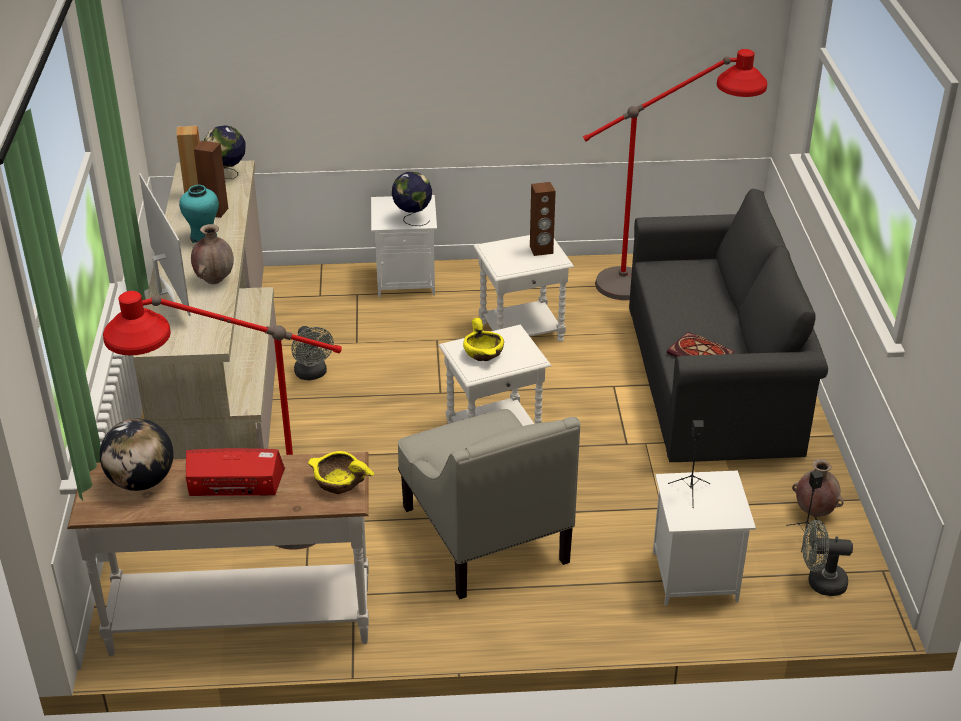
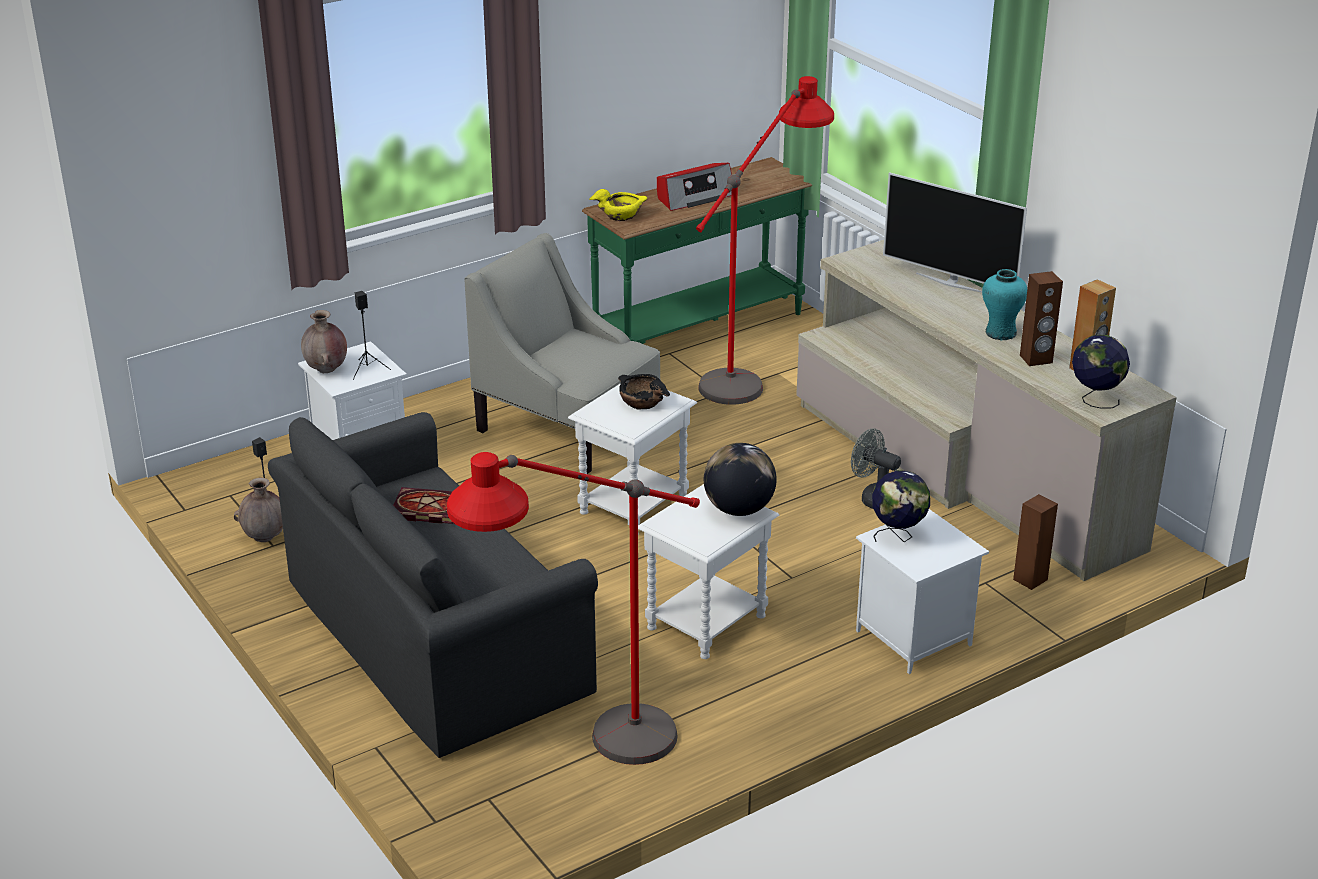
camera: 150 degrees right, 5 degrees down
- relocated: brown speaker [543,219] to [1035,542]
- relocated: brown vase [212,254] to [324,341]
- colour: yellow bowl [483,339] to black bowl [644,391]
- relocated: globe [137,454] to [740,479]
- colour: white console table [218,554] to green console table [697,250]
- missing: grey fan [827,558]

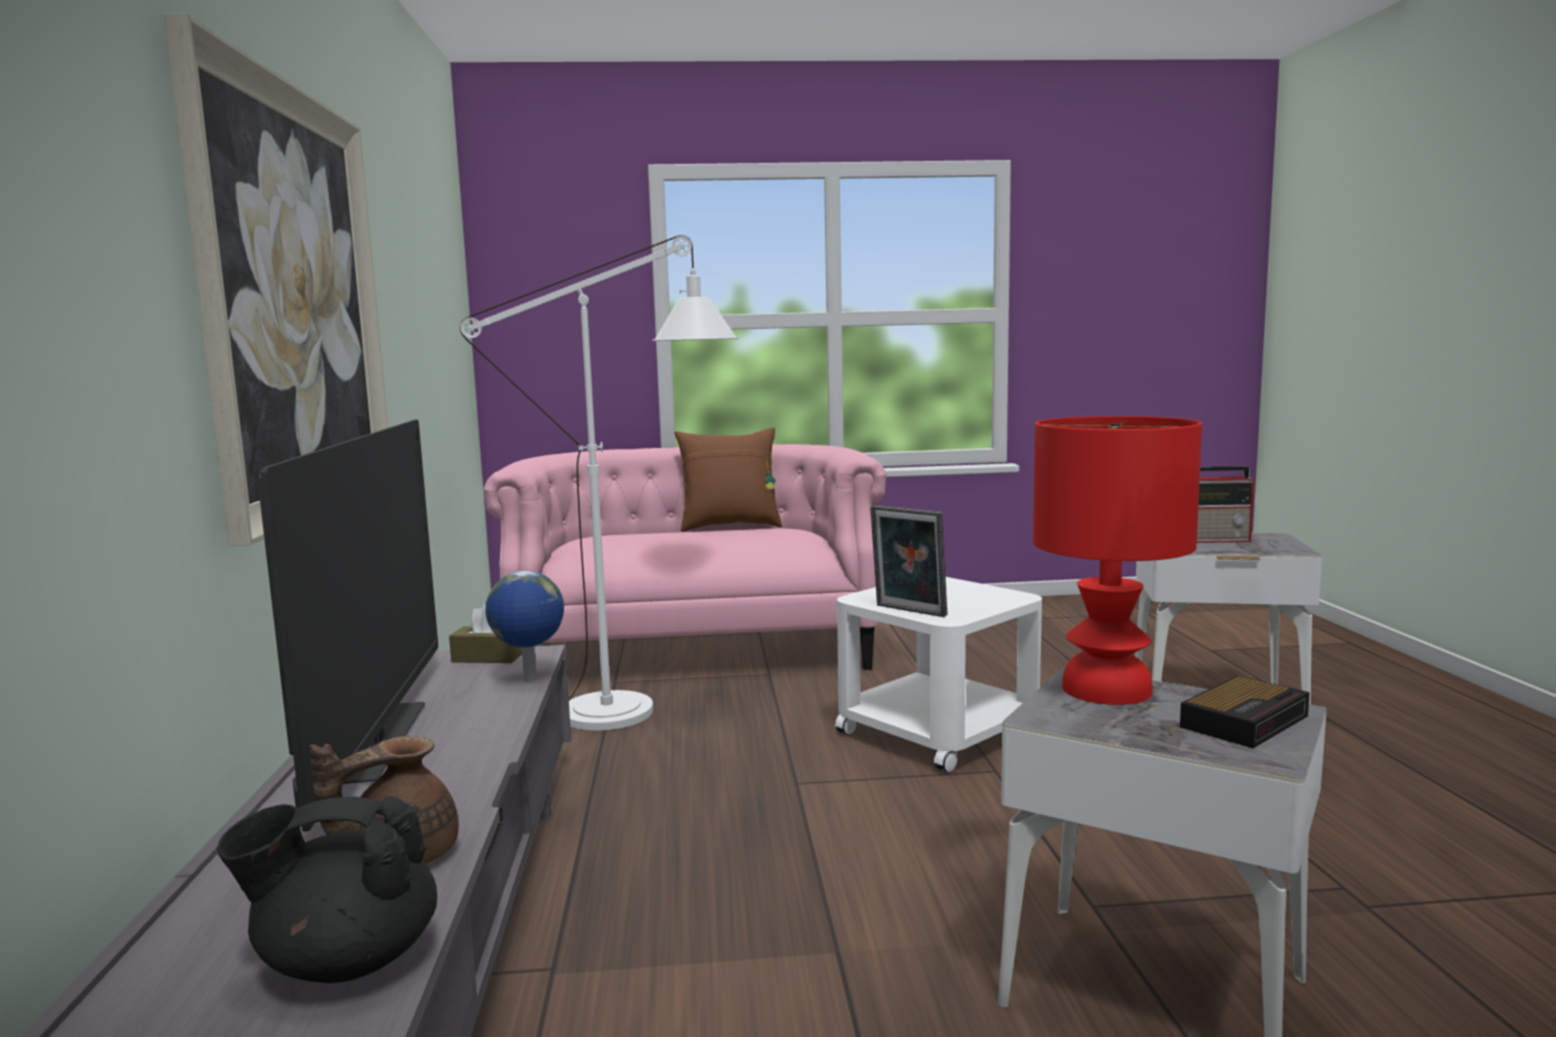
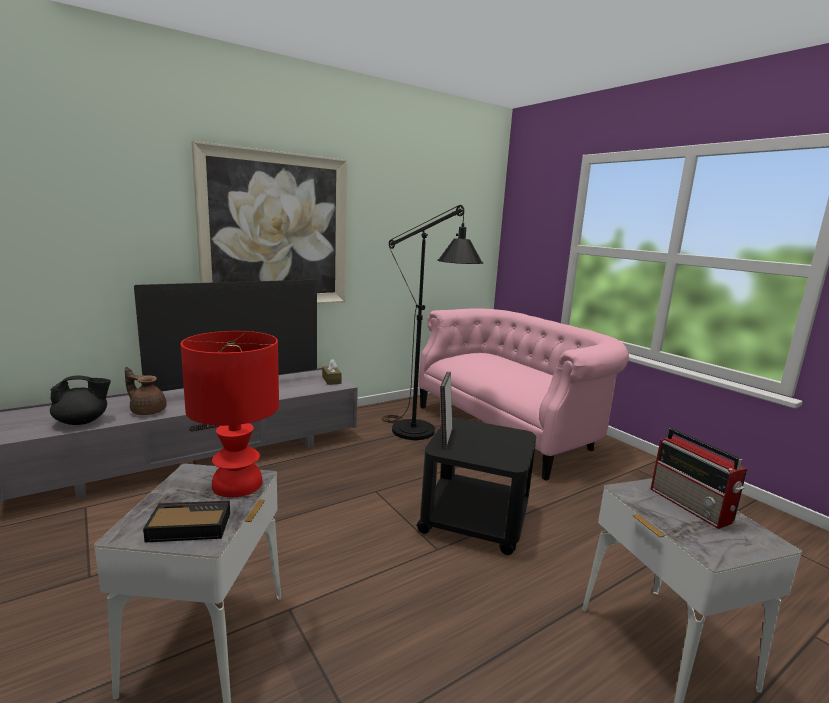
camera: 60 degrees right, 5 degrees up
- colour: white floor lamp [599,483] to black floor lamp [432,322]
- missing: brown pillow [728,479]
- missing: globe [524,626]
- colour: white side table [938,675] to black side table [476,486]
- spun: alarm clock [1245,711] = [186,521] 150 degrees clockwise
- spun: black teapot [327,889] = [80,400] 105 degrees clockwise

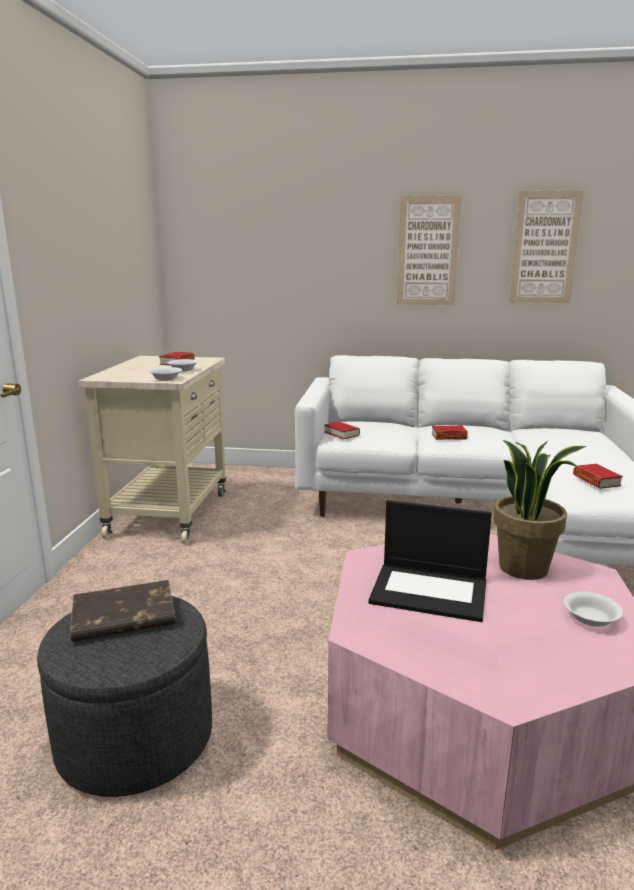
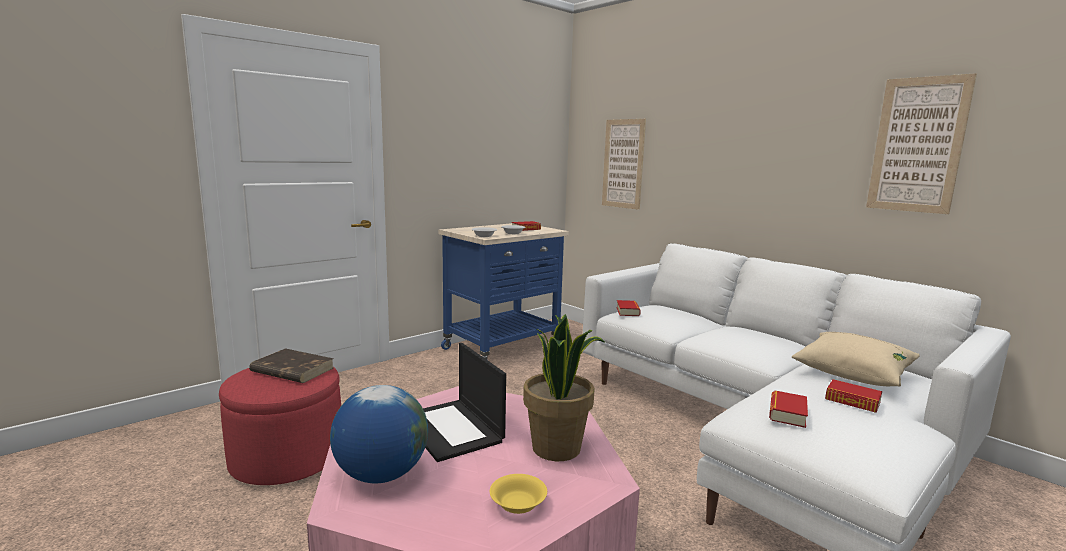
camera: 40 degrees right, 5 degrees down
- relocated: picture [429,250] to [624,164]
- colour: beige cart [152,450] to blue cart [503,291]
- relocated: book [450,433] to [853,396]
- colour: white bowl [593,609] to yellow bowl [518,494]
- colour: grey ottoman [124,696] to red ottoman [280,426]
- appeared: beige pillow [856,359]
- appeared: globe [379,434]

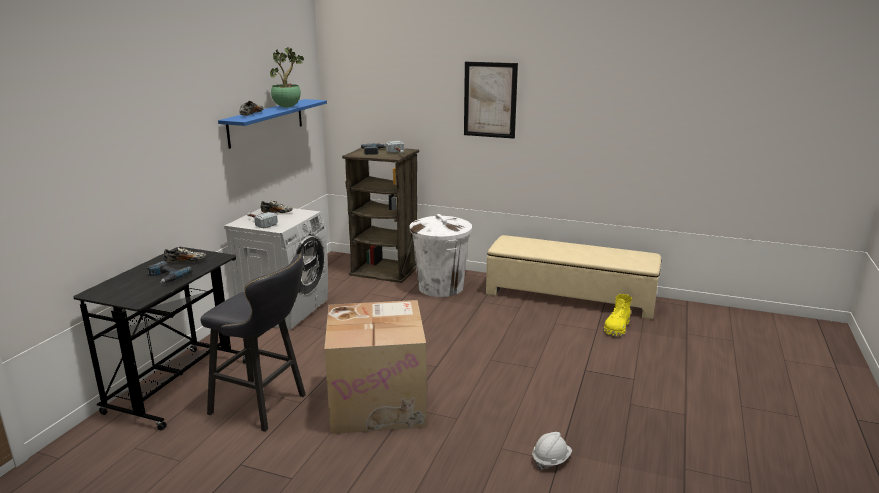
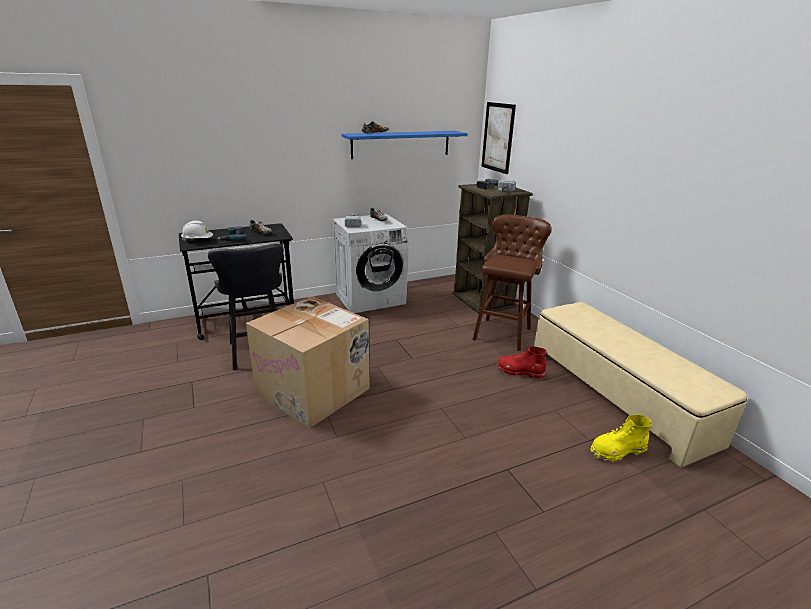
camera: 45 degrees right, 5 degrees up
- missing: potted plant [287,77]
- relocated: picture [491,100] to [498,138]
- exchanged: white trash can [441,255] to brown stool [512,282]
- relocated: white hard hat [552,451] to [197,231]
- appeared: red boot [522,362]

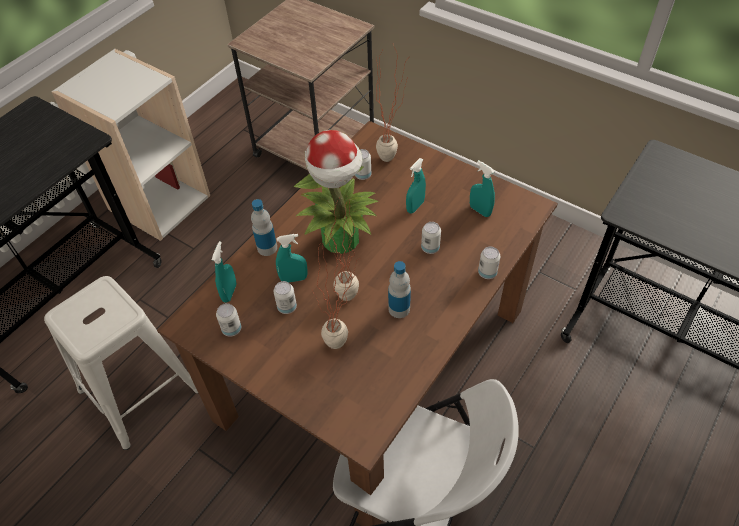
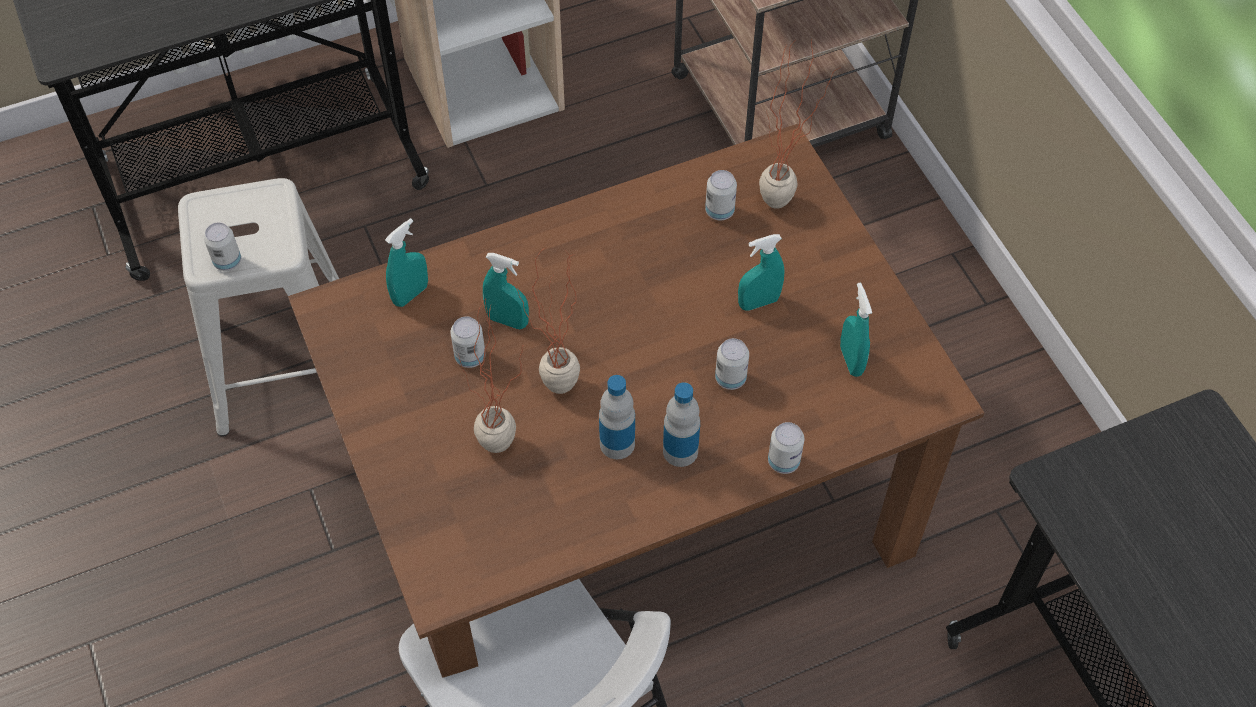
camera: 30 degrees right, 5 degrees up
- missing: potted plant [335,192]
- relocated: bottle [264,227] to [681,424]
- relocated: can [228,320] to [222,247]

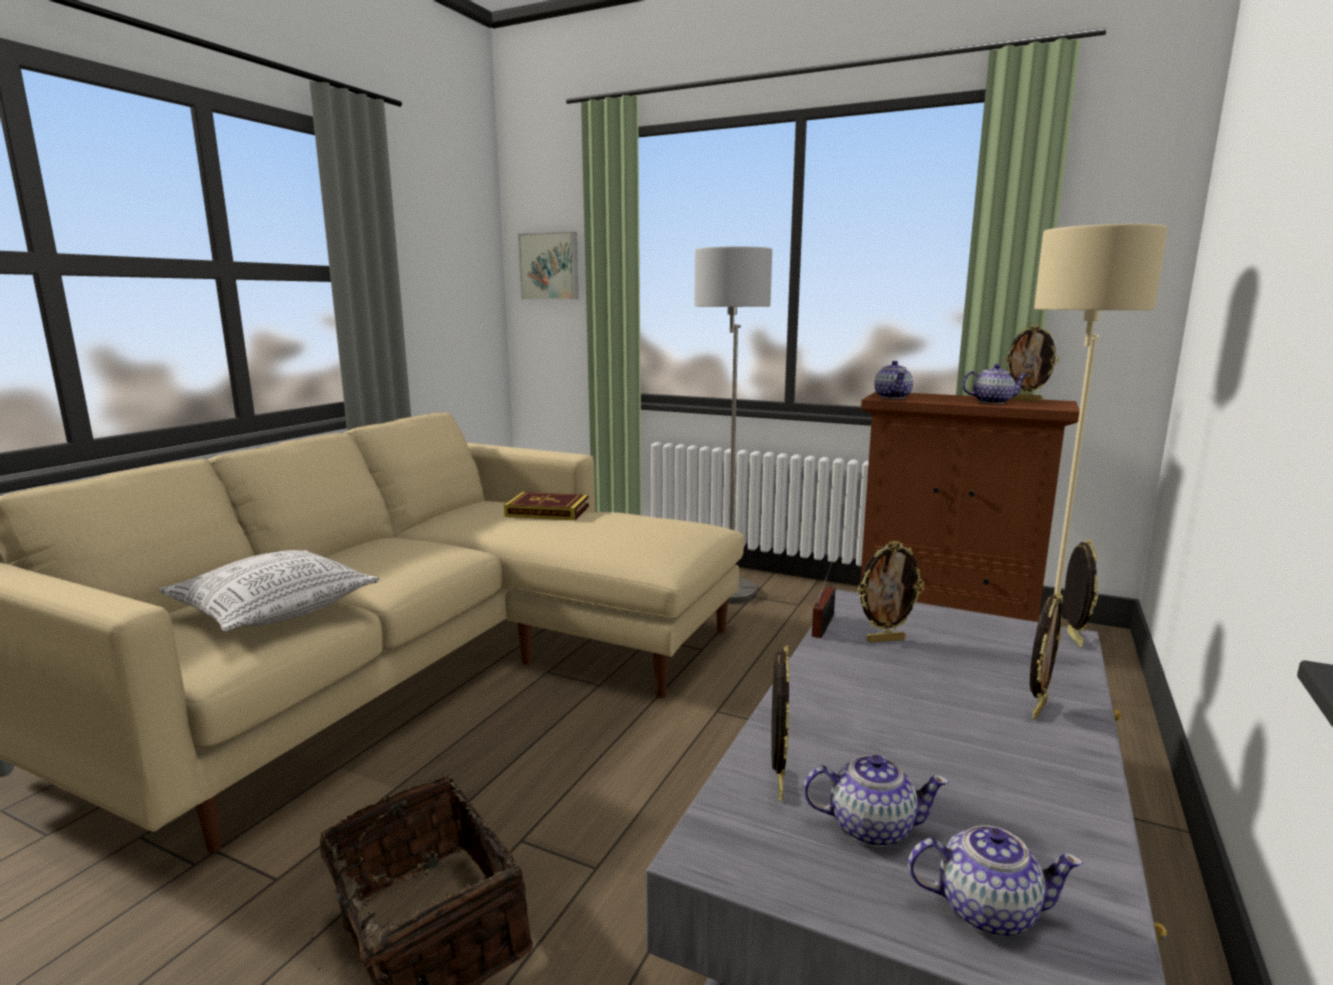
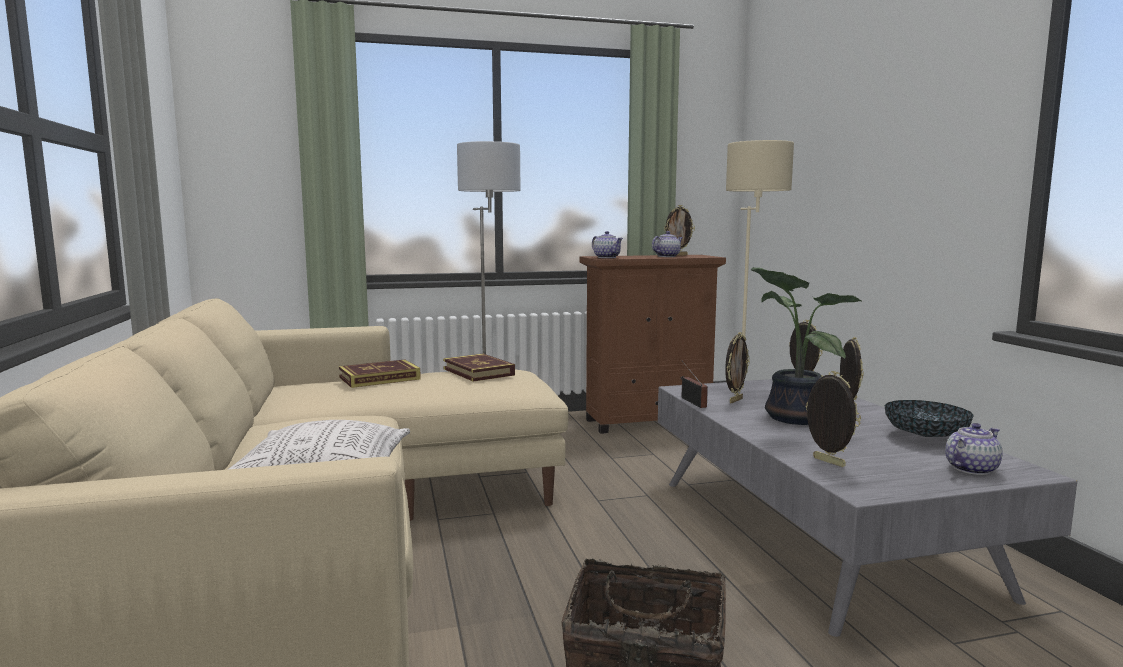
camera: 40 degrees left, 5 degrees down
- missing: picture [548,265]
- missing: teapot [876,801]
- appeared: potted plant [806,346]
- appeared: book [479,368]
- appeared: bowl [929,418]

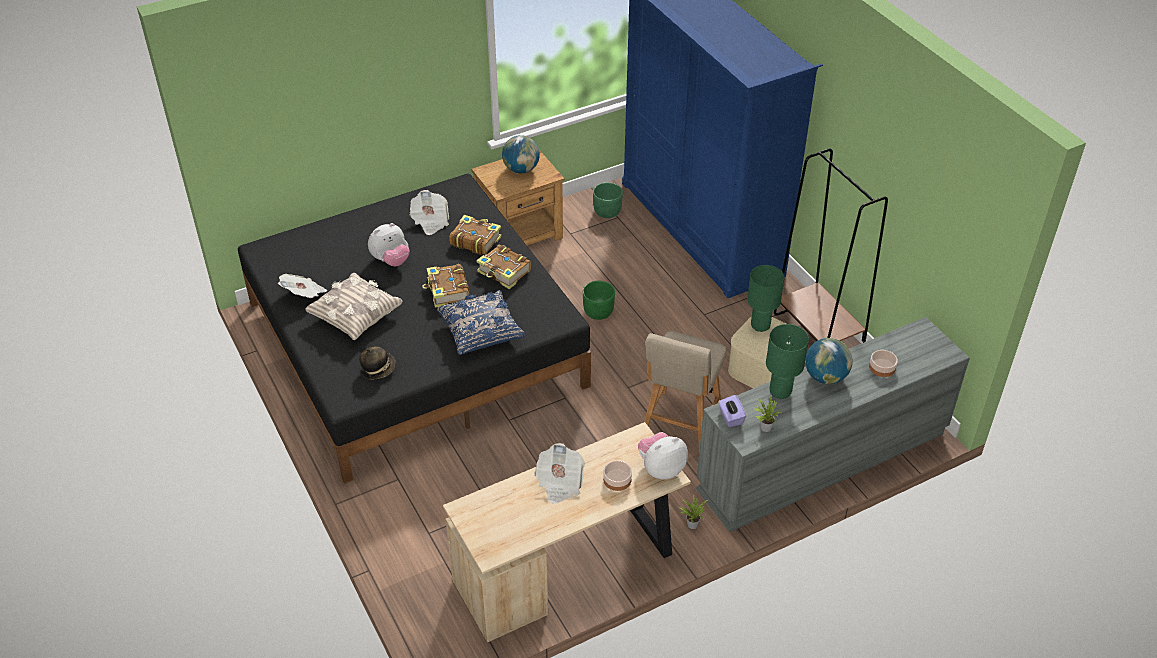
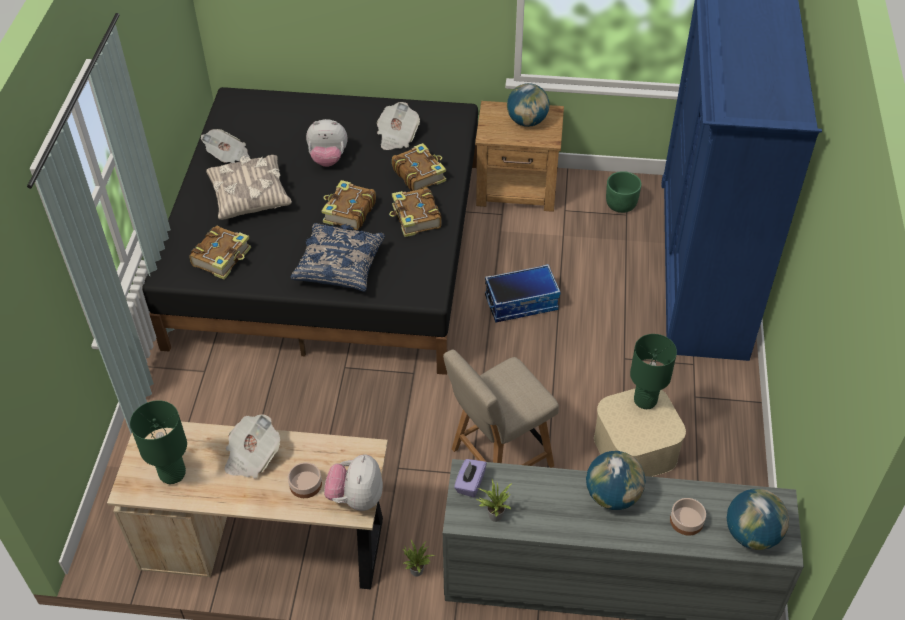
camera: 35 degrees right, 5 degrees up
- missing: clothes rack [831,245]
- exchanged: green planter [599,300] to storage box [523,293]
- relocated: green table lamp [787,361] to [158,442]
- exchanged: hat [377,363] to book [220,253]
- spun: plush toy [663,455] = [353,482] 90 degrees counterclockwise
- appeared: globe [758,519]

